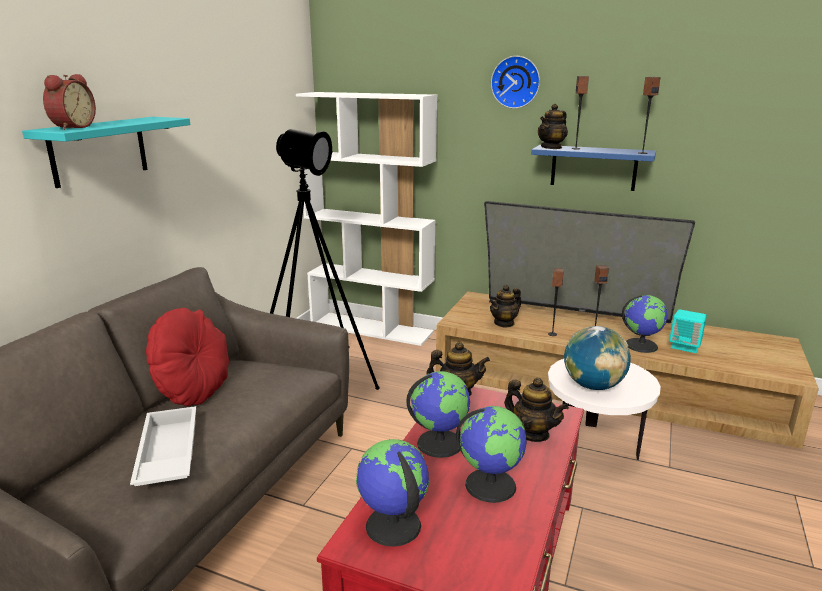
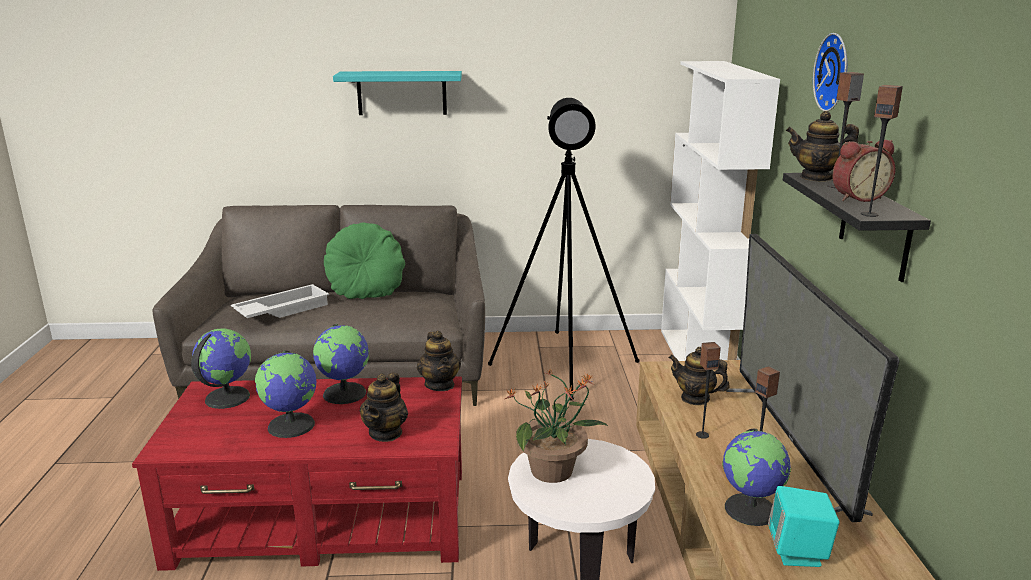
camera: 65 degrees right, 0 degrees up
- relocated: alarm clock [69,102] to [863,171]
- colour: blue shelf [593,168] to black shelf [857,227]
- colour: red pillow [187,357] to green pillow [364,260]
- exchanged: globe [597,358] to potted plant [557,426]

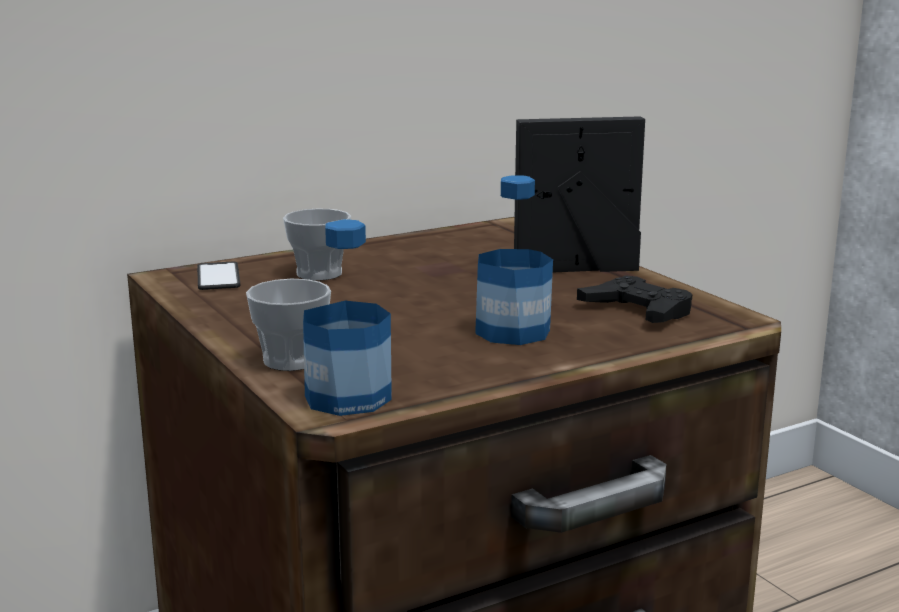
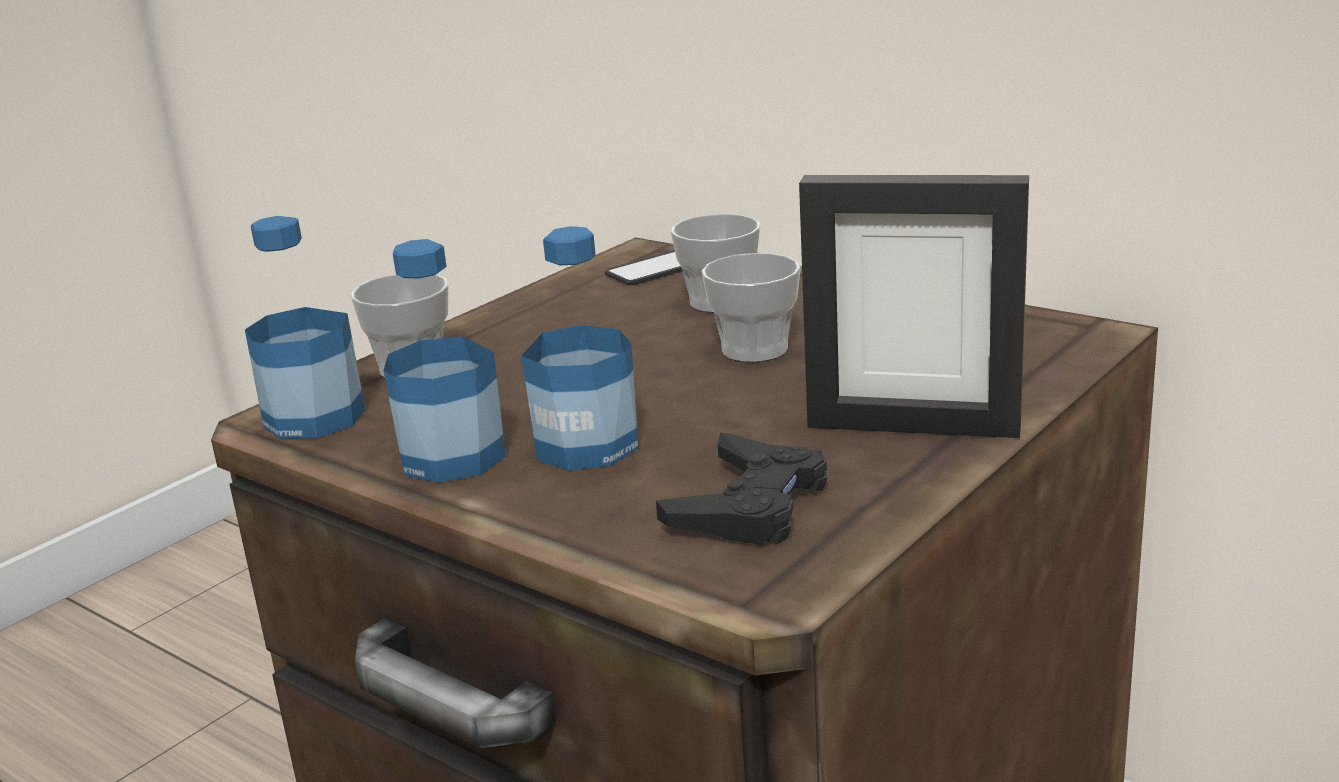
camera: 70 degrees right, 5 degrees up
- spun: picture frame [579,194] = [914,306] 135 degrees clockwise
- appeared: bottle [444,361]
- appeared: cup [751,307]

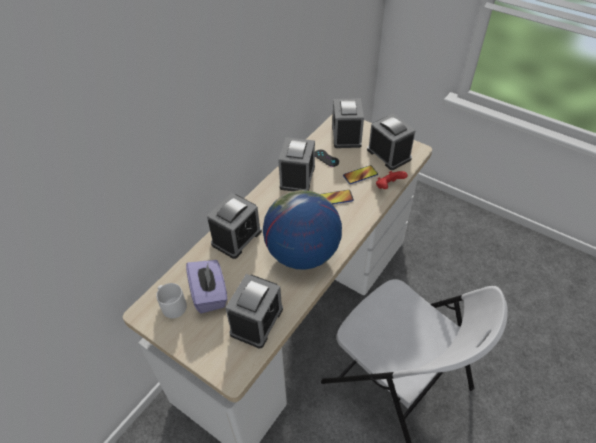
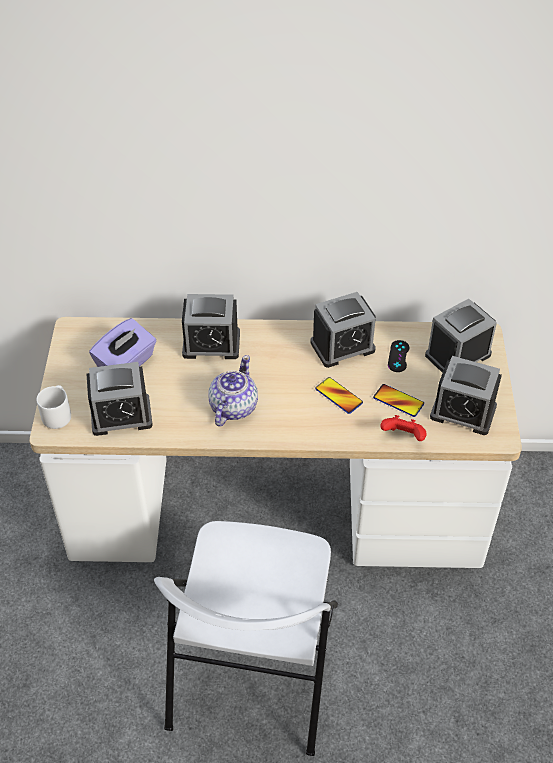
camera: 55 degrees right, 0 degrees up
- spun: alarm clock [391,142] = [466,395] 90 degrees clockwise
- exchanged: globe [302,230] to teapot [233,391]
- relocated: white mug [171,300] to [54,407]

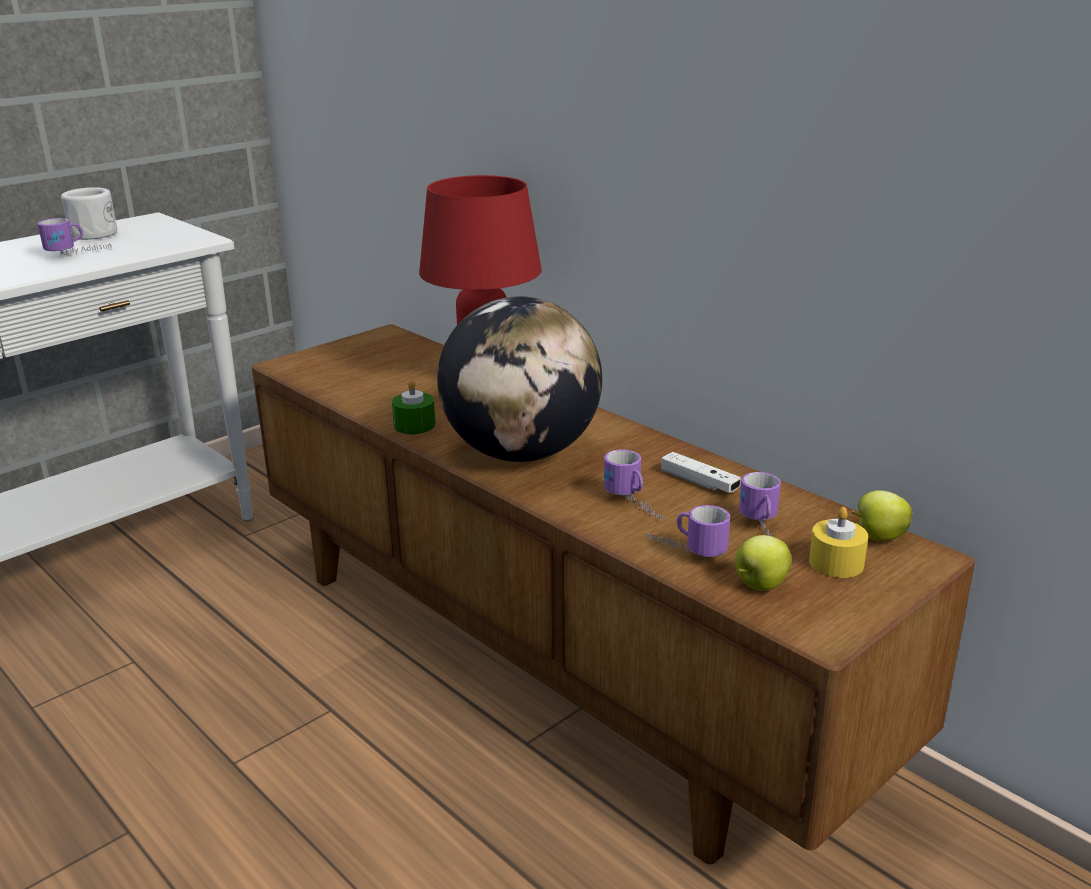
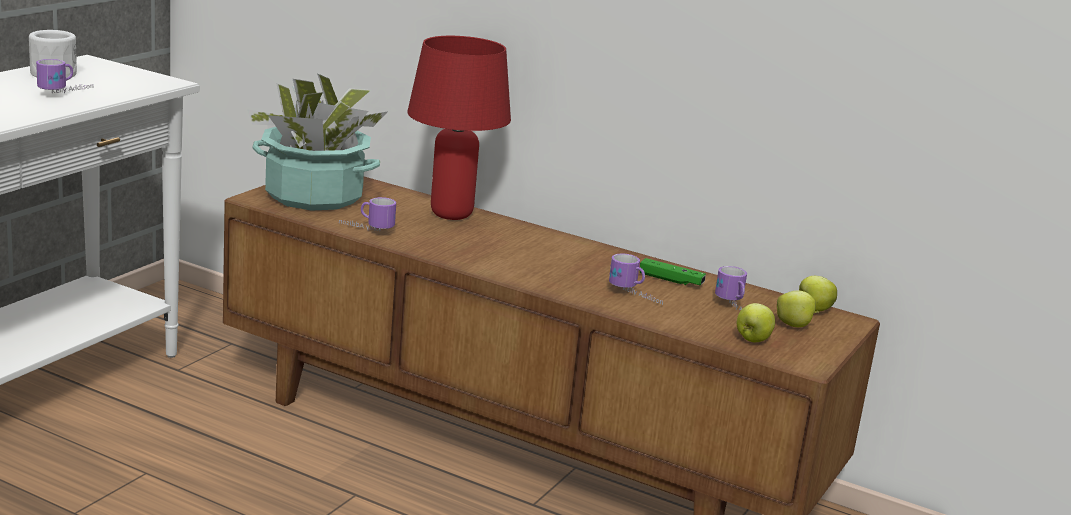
camera: 20 degrees left, 5 degrees down
- missing: globe [519,379]
- missing: green candle [414,406]
- colour: white game controller [701,472] to green game controller [673,271]
- relocated: mug [688,531] to [367,214]
- exchanged: yellow candle [838,542] to apple [798,309]
- appeared: potted plant [317,142]

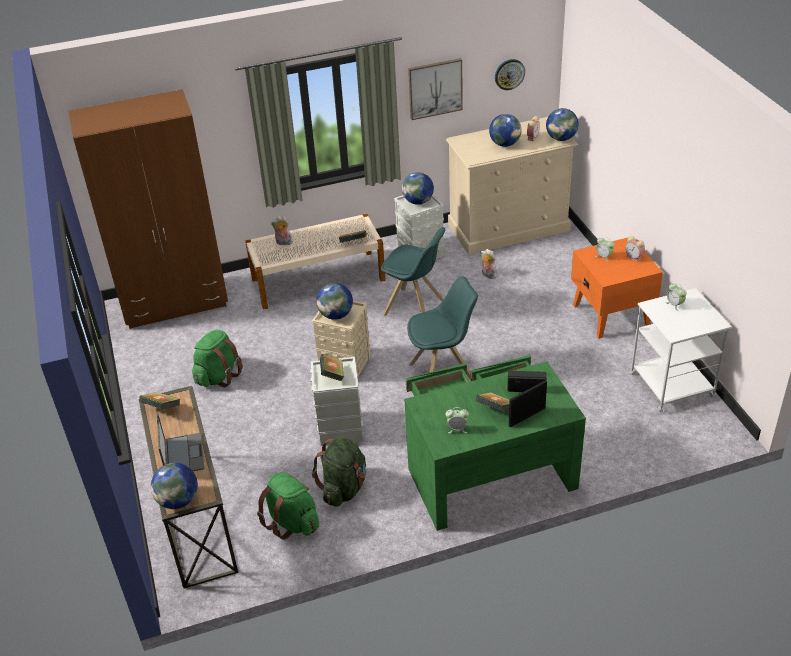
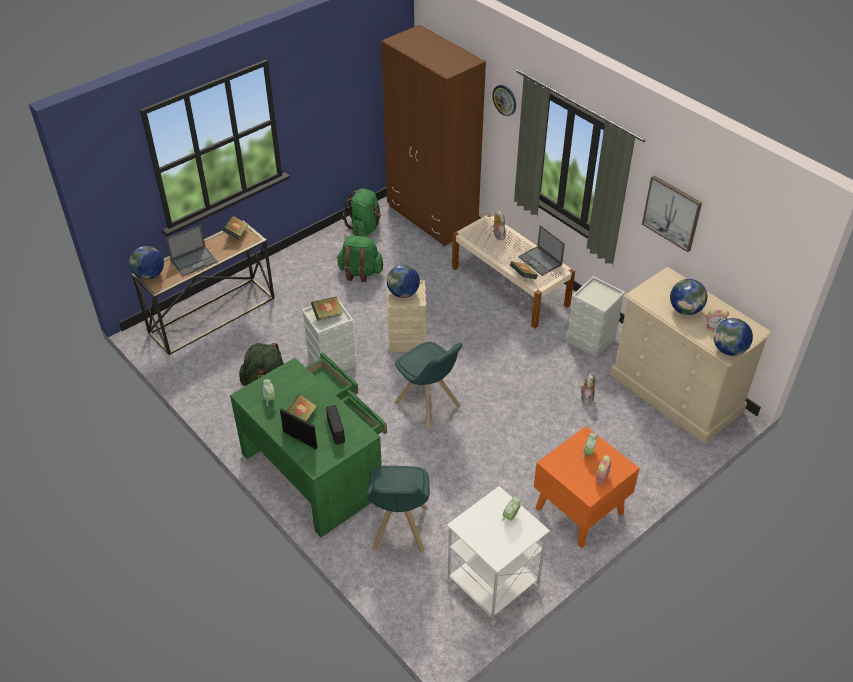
camera: 65 degrees right, 5 degrees up
- relocated: wall clock [510,74] to [504,100]
- missing: globe [418,188]
- relocated: turquoise chair [413,271] to [398,509]
- relocated: green backpack [288,506] to [361,213]
- appeared: laptop [541,250]

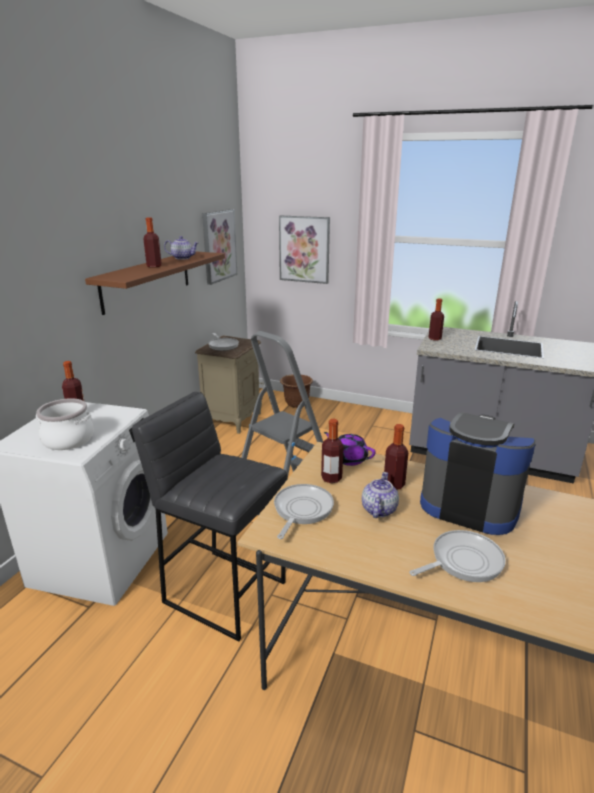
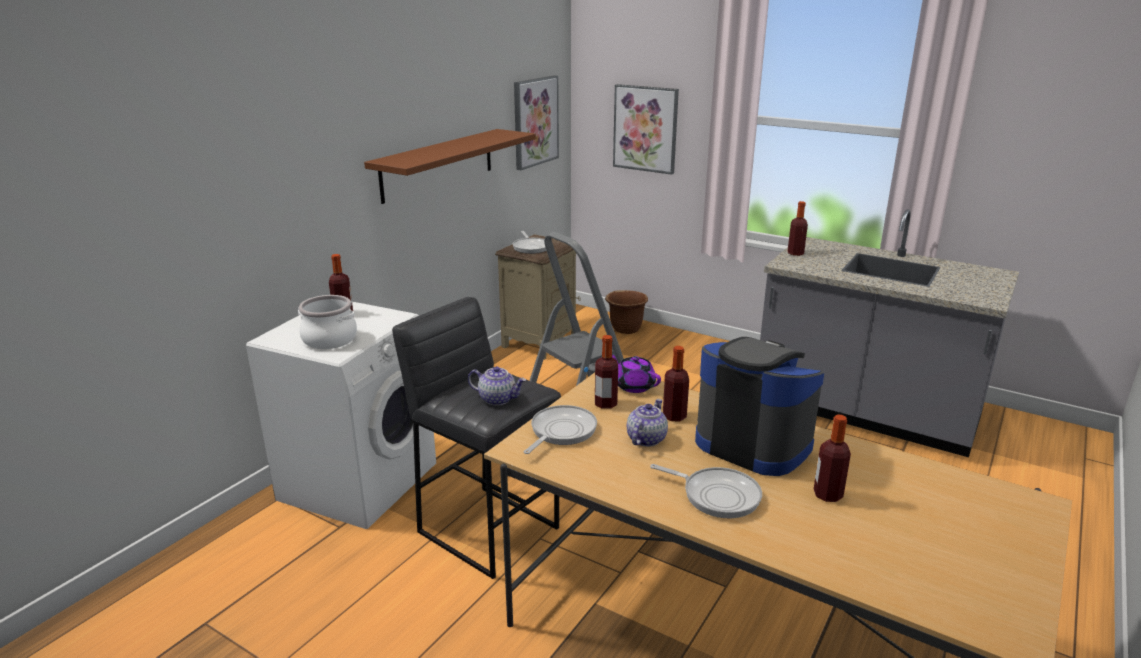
camera: 10 degrees right, 0 degrees up
- relocated: bottle [153,242] to [832,458]
- relocated: teapot [181,248] to [497,386]
- spun: frying pan [457,556] = [706,491] 45 degrees clockwise

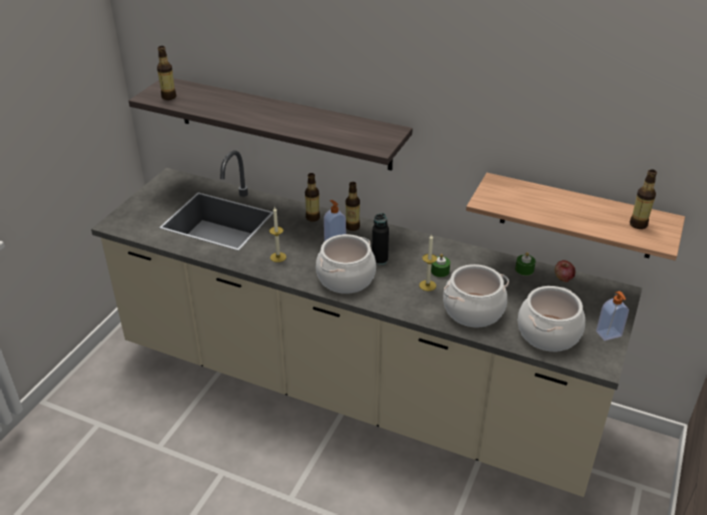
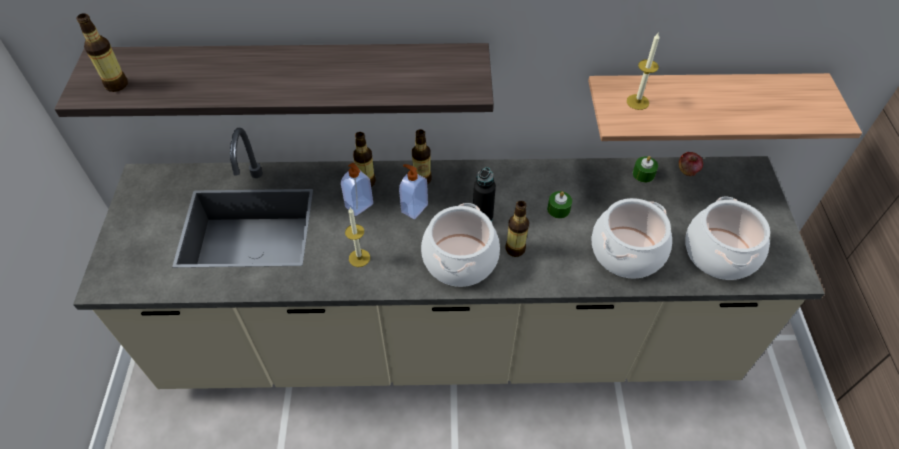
camera: 25 degrees left, 15 degrees up
- relocated: bottle [643,199] to [517,229]
- relocated: candle [428,262] to [643,71]
- relocated: soap dispenser [612,316] to [357,189]

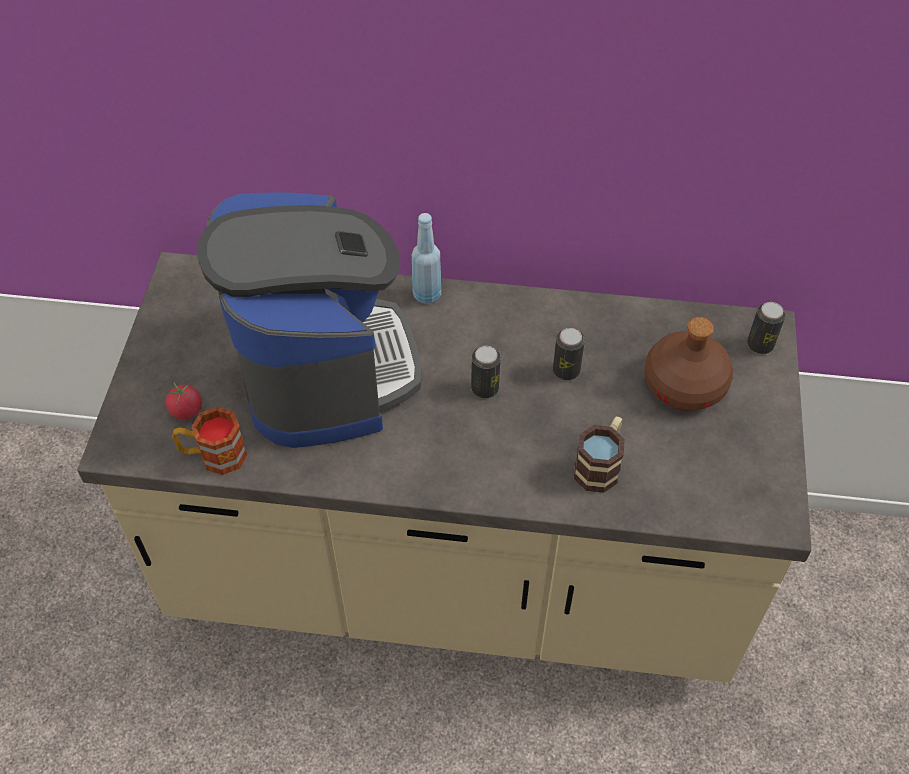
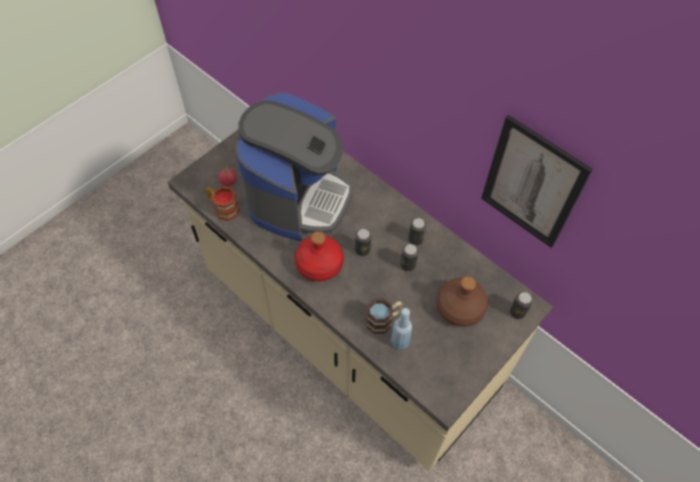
camera: 35 degrees right, 5 degrees up
- relocated: blue bottle [426,258] to [401,328]
- appeared: picture [537,181]
- appeared: can [417,231]
- appeared: red bottle [319,256]

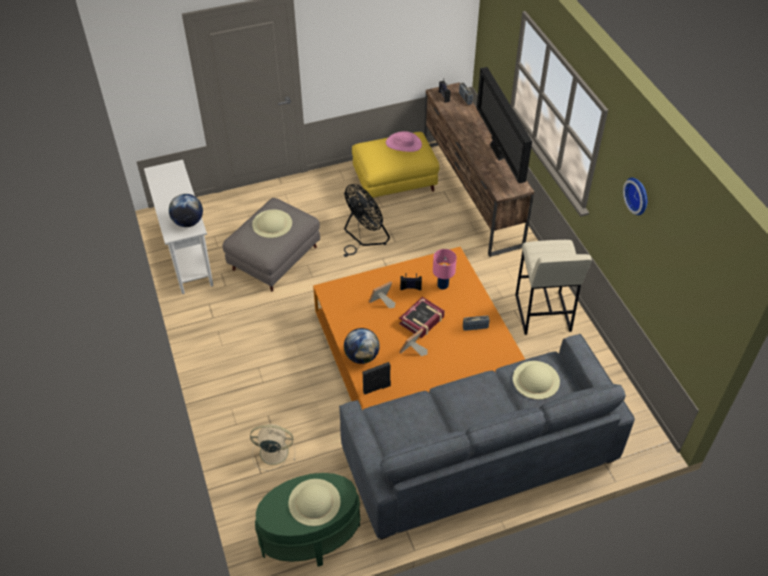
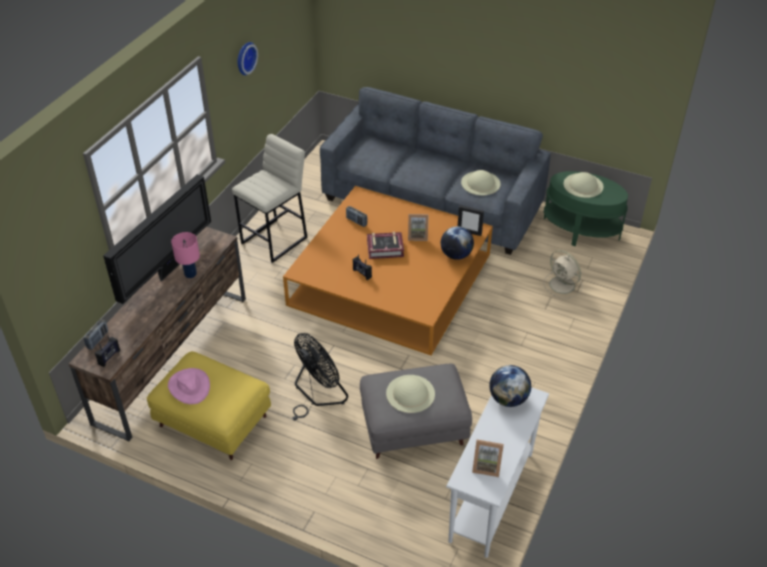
camera: 135 degrees left, 5 degrees down
- spun: black fan [366,220] = [320,377] 135 degrees clockwise
- relocated: pink table lamp [445,269] to [185,255]
- relocated: picture frame [382,294] to [488,458]
- relocated: beige hat [536,380] to [481,183]

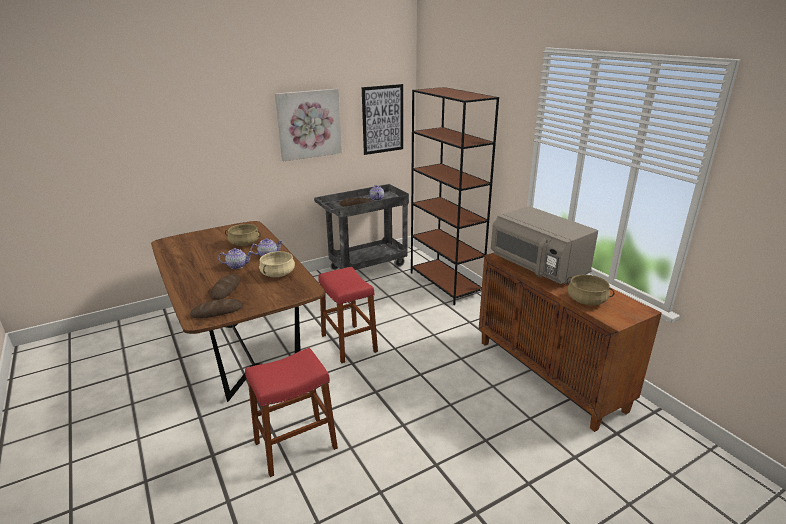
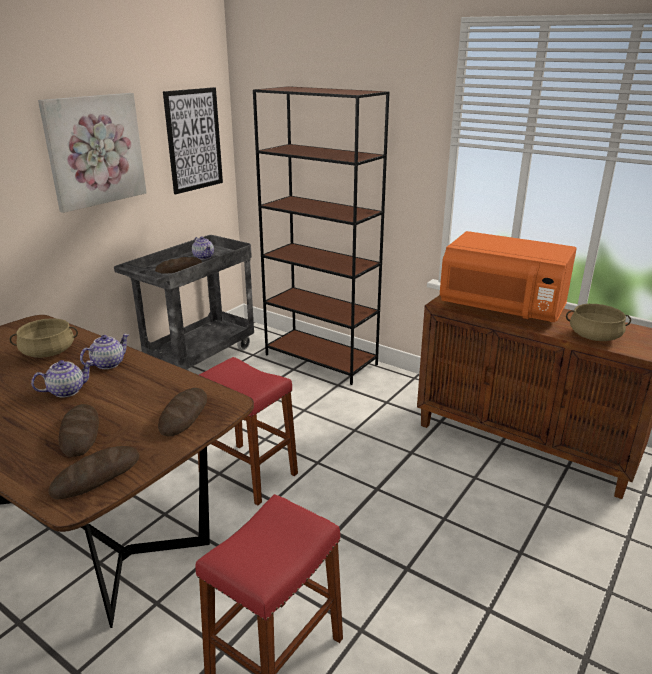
camera: 25 degrees left, 0 degrees up
- colour: grey microwave [544,245] to orange microwave [508,276]
- missing: beige cooking pot [277,264]
- appeared: bread [182,412]

